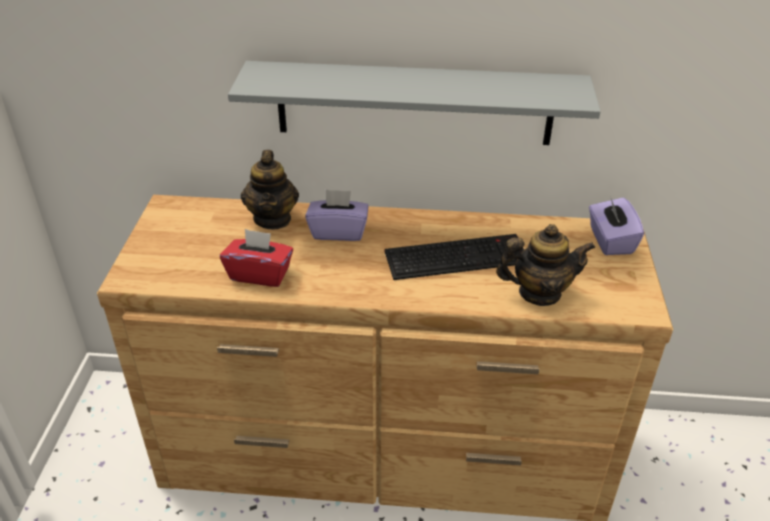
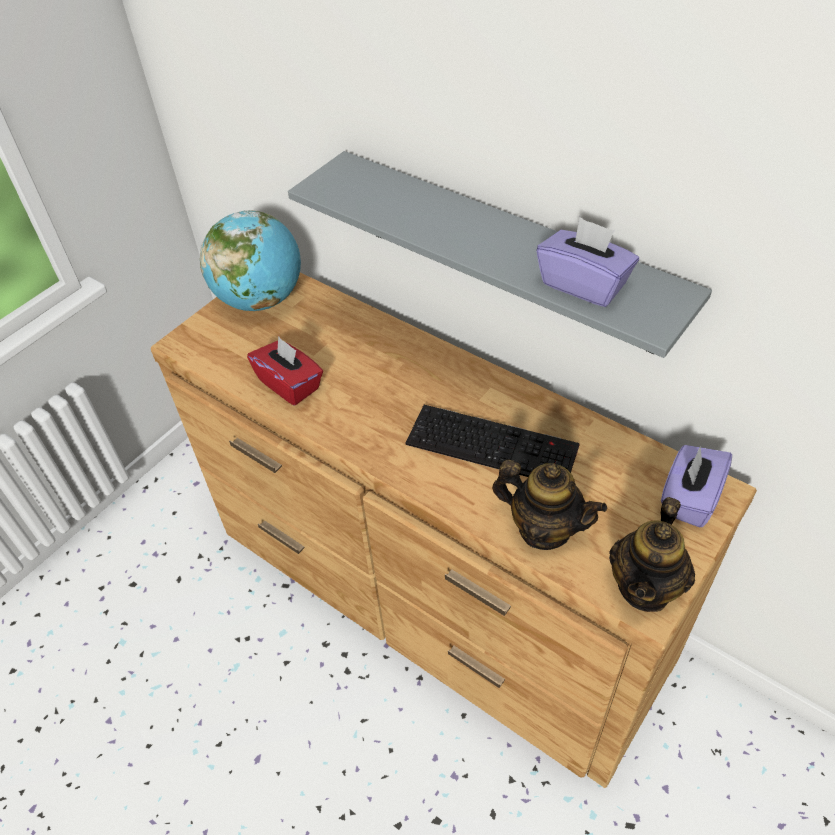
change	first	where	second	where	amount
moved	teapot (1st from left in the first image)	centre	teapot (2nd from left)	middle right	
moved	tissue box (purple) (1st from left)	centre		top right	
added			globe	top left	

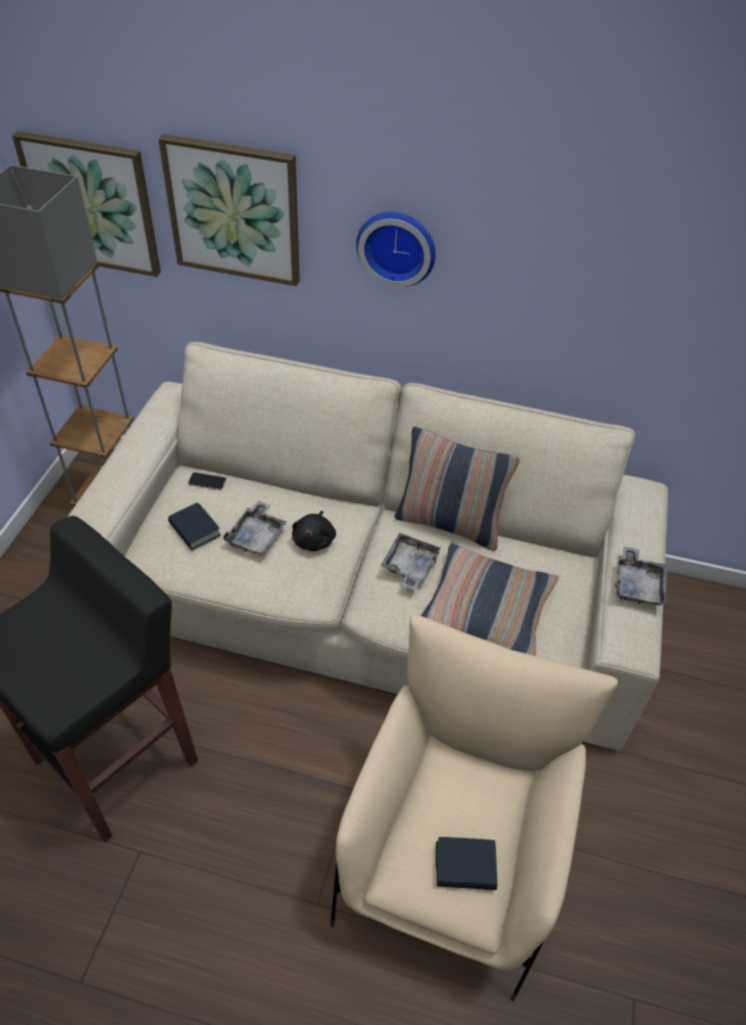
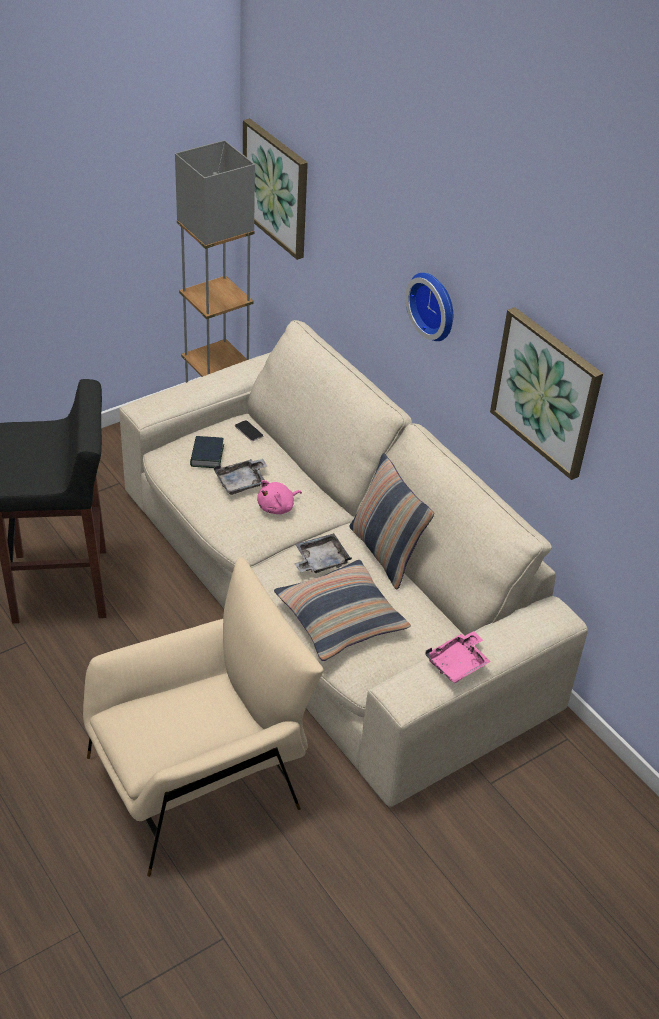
change	first	where	second	where	amount
moved	picture (2nd from left)	top left		middle right	
recoloured	plush toy (black)	centre	plush toy (pink)	centre	
removed	book (2nd from left)	bottom centre			
recoloured	tray (grey) (3rd from left)	middle right	tray (pink)	middle right	

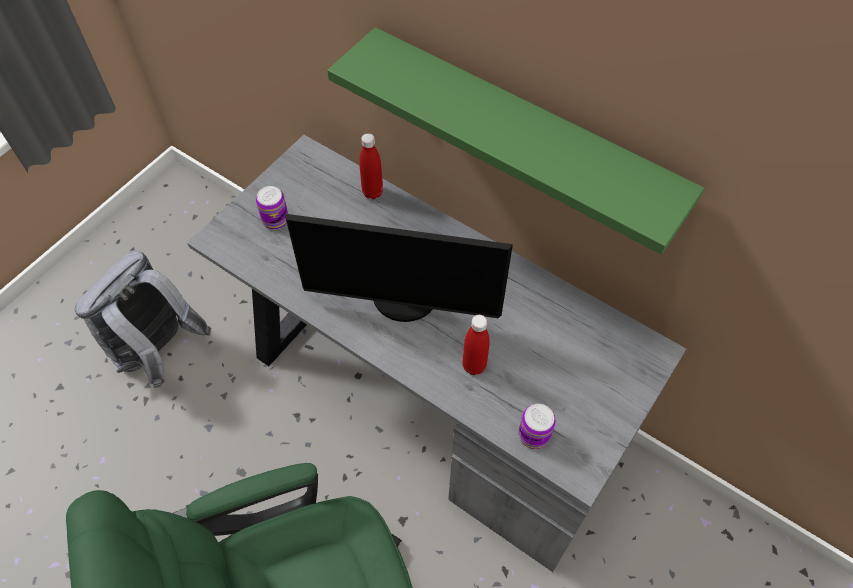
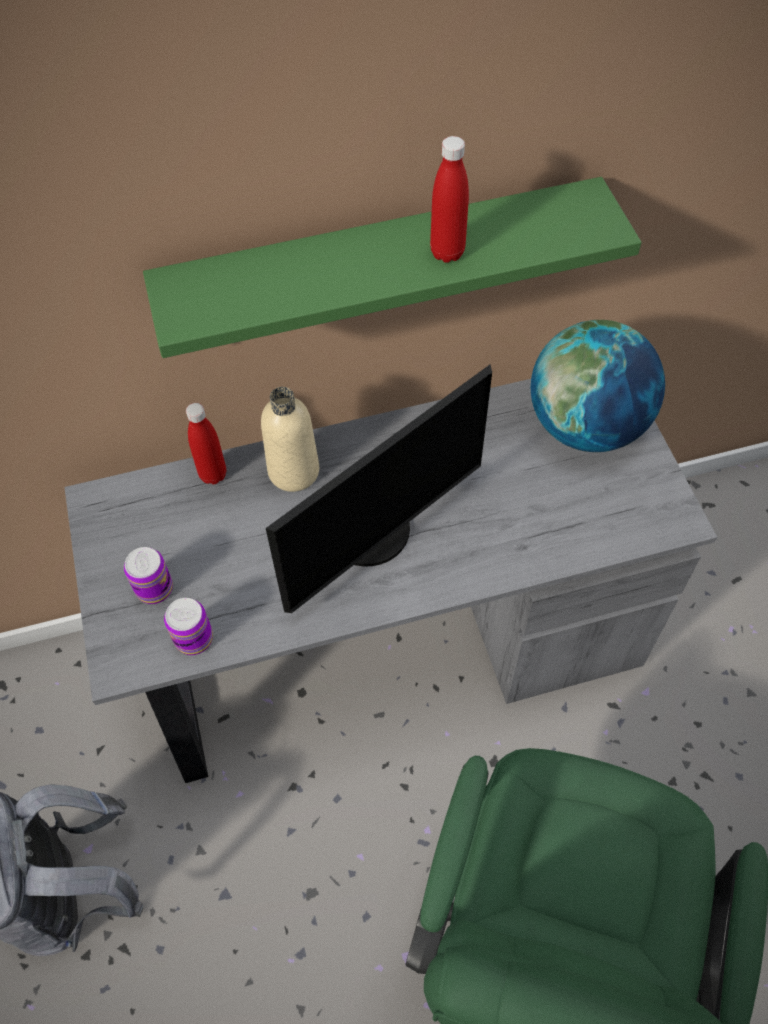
change	first	where	second	where	amount
moved	bottle (red) (2nd from left)	centre		top centre	
moved	can (2nd from left)	bottom centre		middle left	
added			bottle (beige)	centre	
added			globe	middle right	

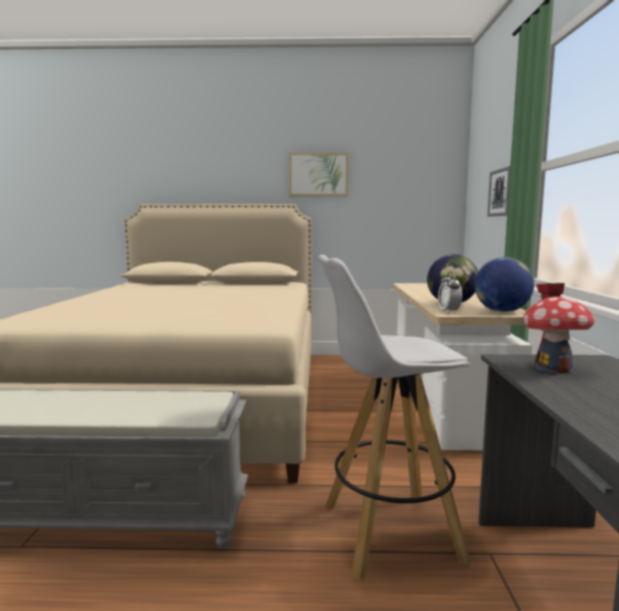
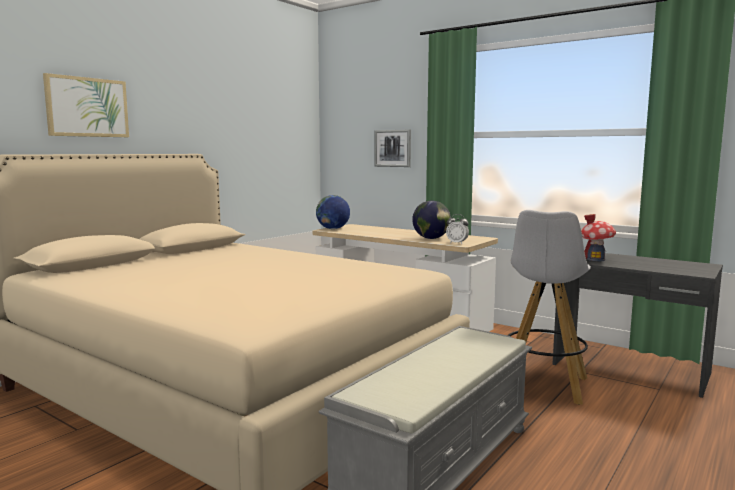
change	first	where	second	where	amount
moved	picture (1st from left)	top centre		top left	
moved	globe (2nd from left in the first image)	middle right	globe (1st from left)	centre	

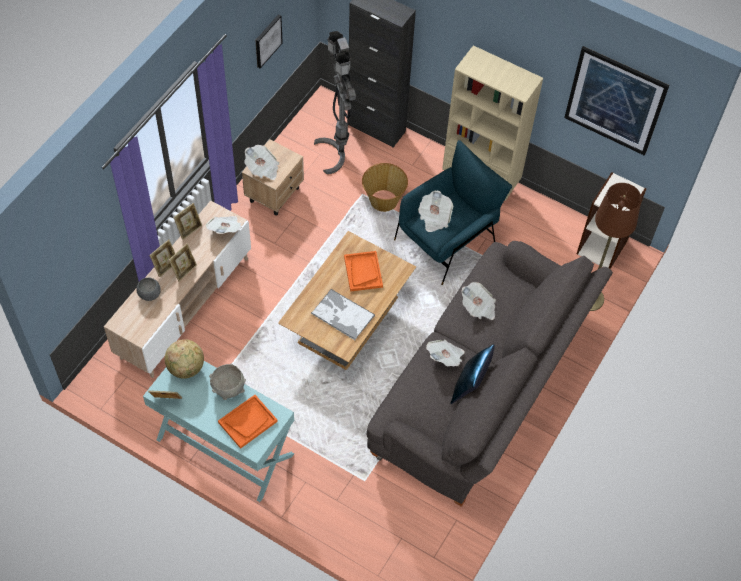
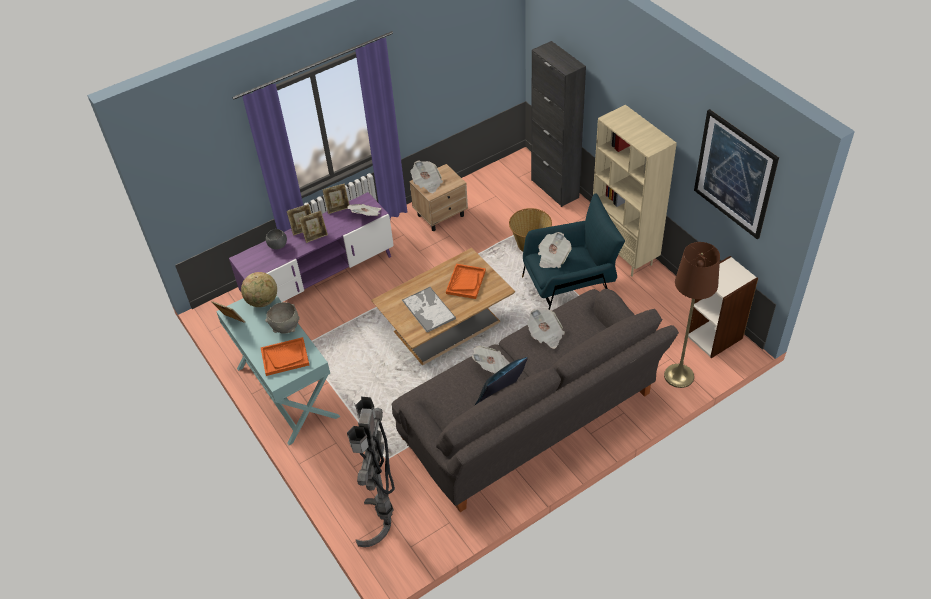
change	first	where	second	where	amount
recoloured	tv stand (beige)	middle left	tv stand (purple)	centre	
removed	picture (1st from left)	top centre			
moved	floor lamp (grey)	top centre		bottom centre	

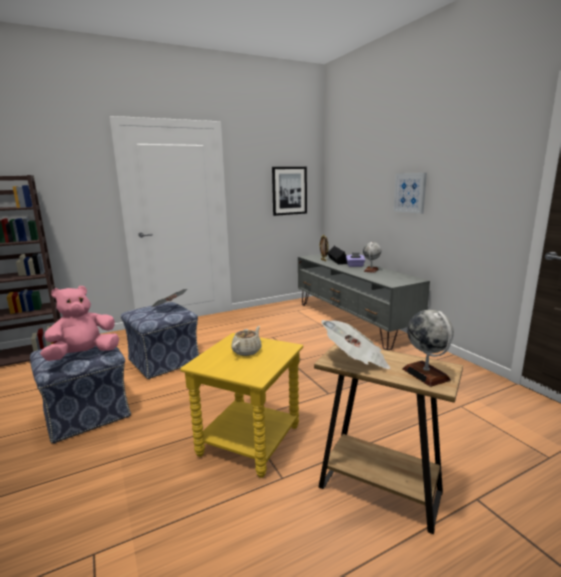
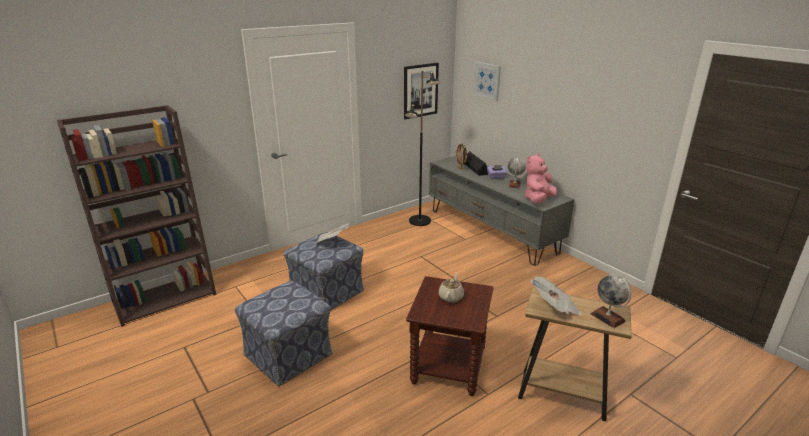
change	first	where	second	where	amount
moved	plush toy (pink)	middle left		middle right	
recoloured	side table (yellow)	bottom centre	side table (brown) (1st from left)	bottom centre	
moved	picture (2nd from left)	middle right		top centre	
added			floor lamp (black)	centre	

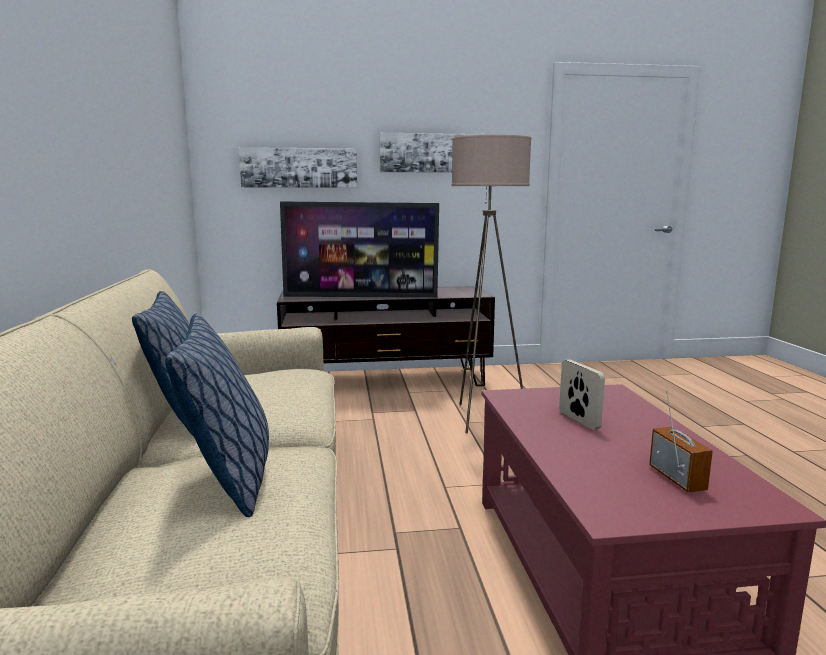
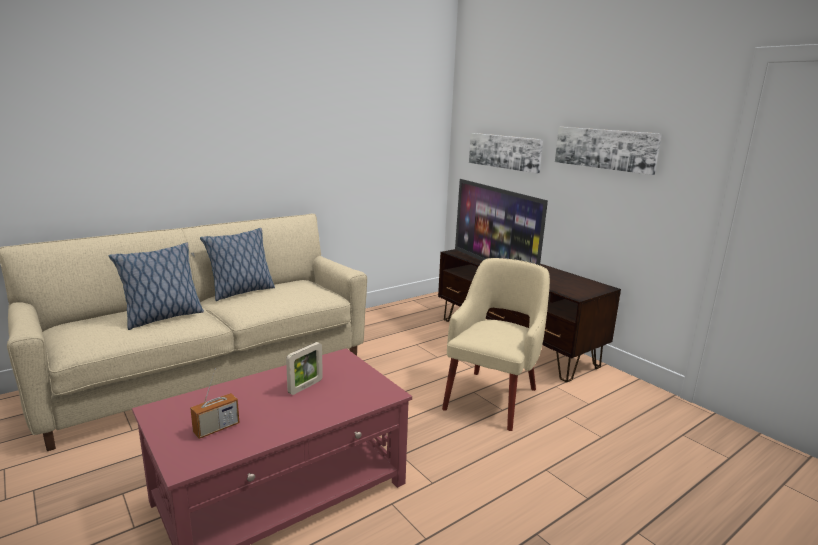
change	first	where	second	where	amount
replaced	floor lamp (beige)	centre	armchair (beige)	centre	

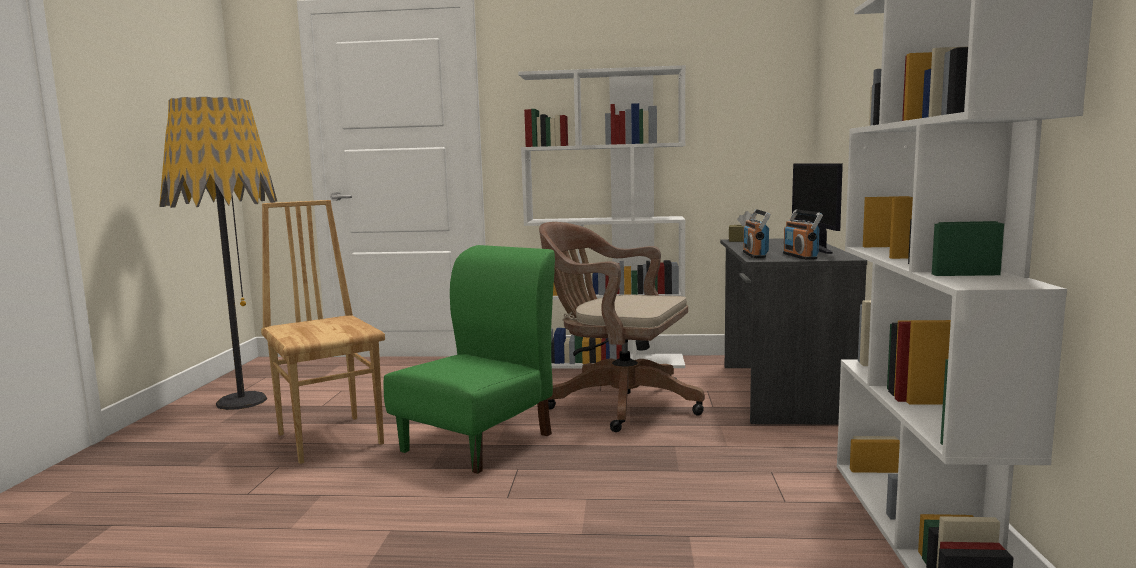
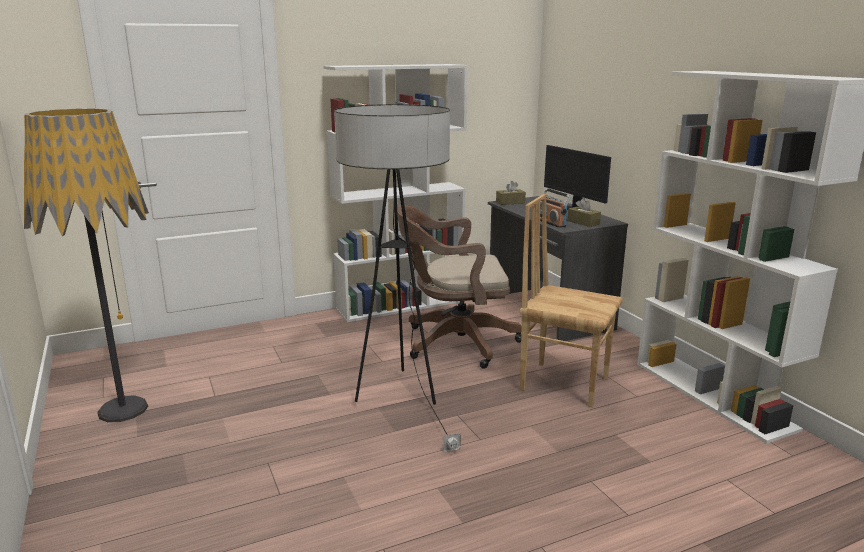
change	first	where	second	where	amount
moved	chair (brown)	middle left		centre	
replaced	chair (green)	centre	floor lamp (2nd from left)	centre	
replaced	radio (2nd from left)	middle right	tissue box (brown) (2nd from left)	middle right	

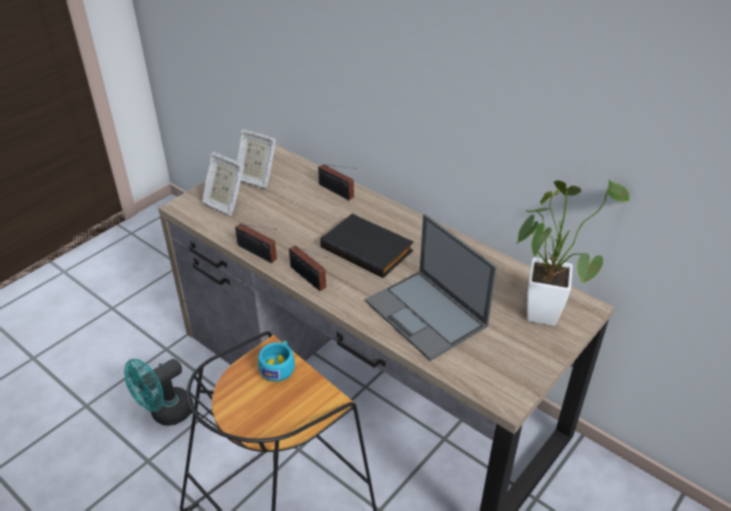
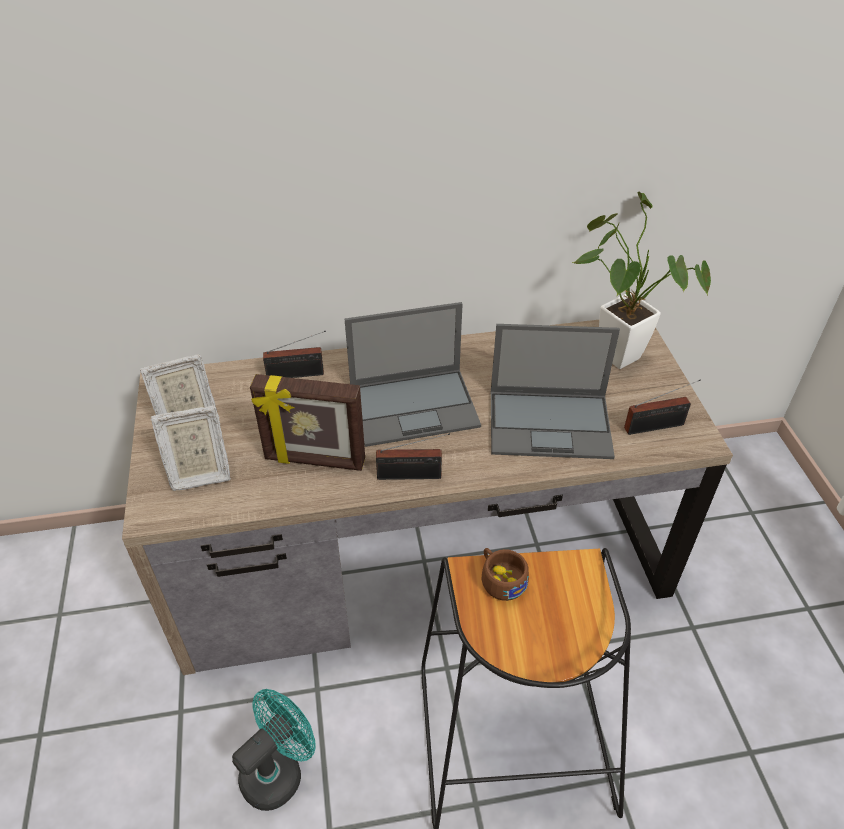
change	first	where	second	where	amount
turned	fan (turquoise)	bottom left		bottom left	135 degrees counterclockwise
moved	radio (1st from left in the first image)	centre	radio (3rd from left)	middle right	
recoloured	cup (turquoise)	bottom centre	cup (brown)	bottom centre	
replaced	book (black)	centre	laptop (1st from left)	centre	
added			picture frame (3rd from left)	centre	

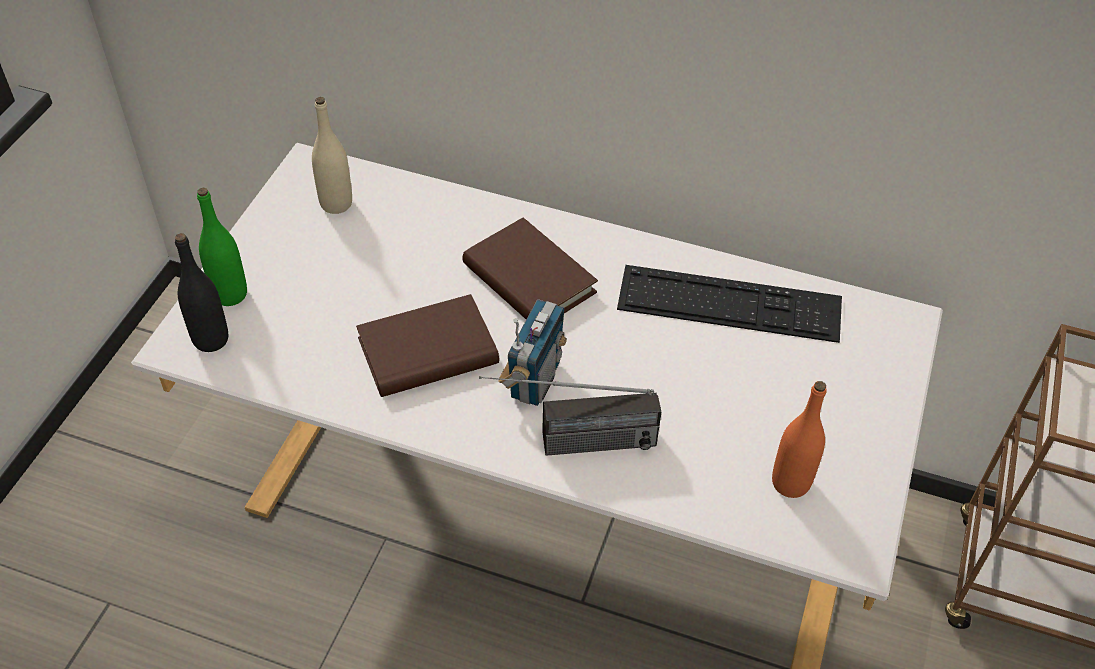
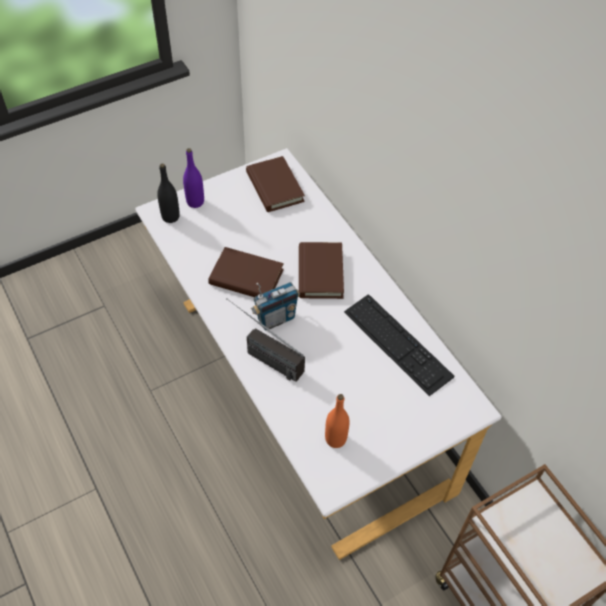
change	first	where	second	where	amount
recoloured	bottle (green)	middle left	bottle (purple)	top left	
replaced	bottle (beige)	top left	book (brown) (2nd from left)	top centre	

